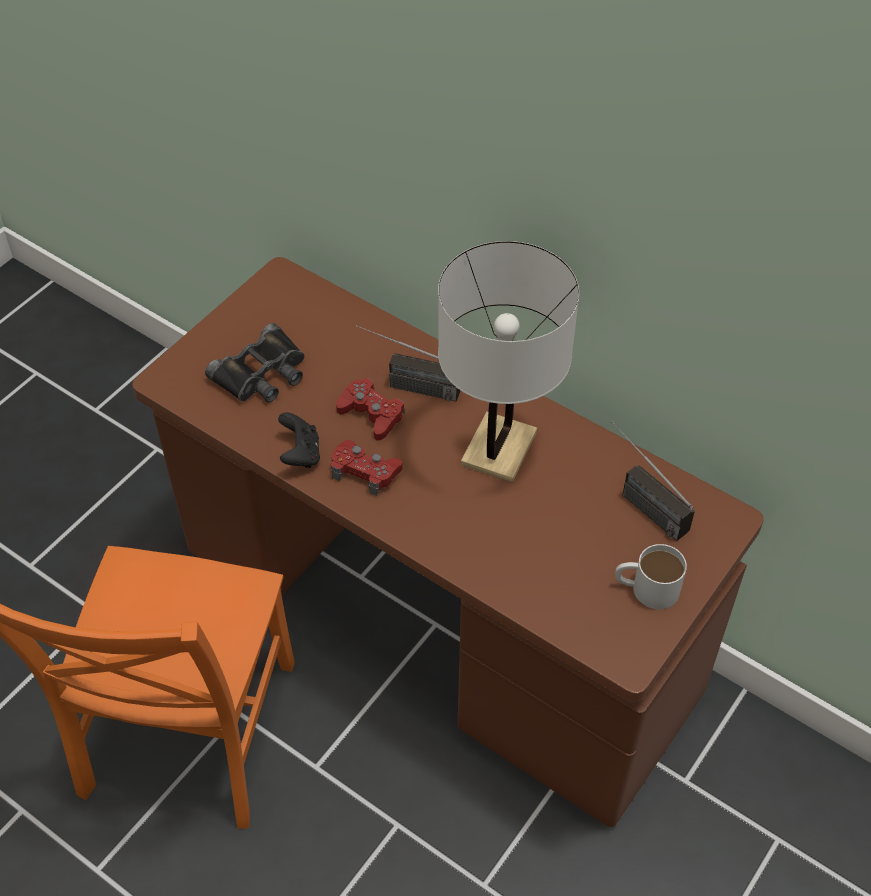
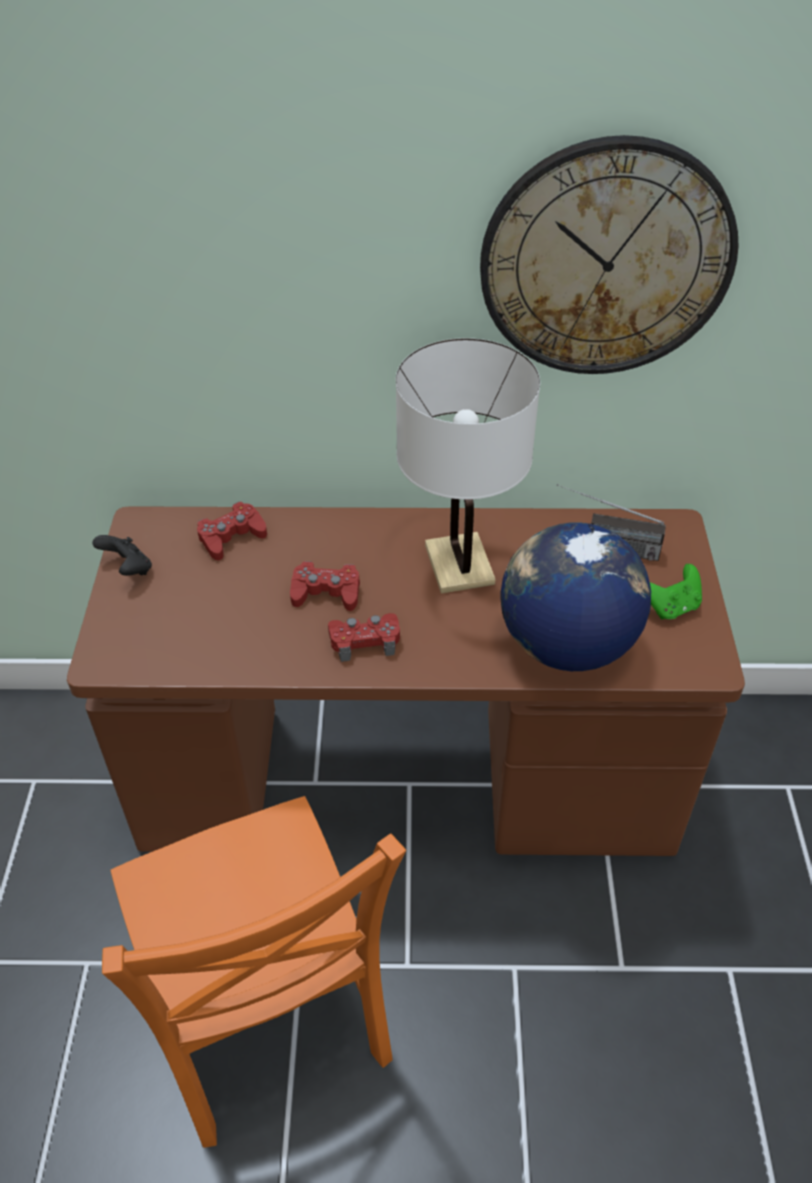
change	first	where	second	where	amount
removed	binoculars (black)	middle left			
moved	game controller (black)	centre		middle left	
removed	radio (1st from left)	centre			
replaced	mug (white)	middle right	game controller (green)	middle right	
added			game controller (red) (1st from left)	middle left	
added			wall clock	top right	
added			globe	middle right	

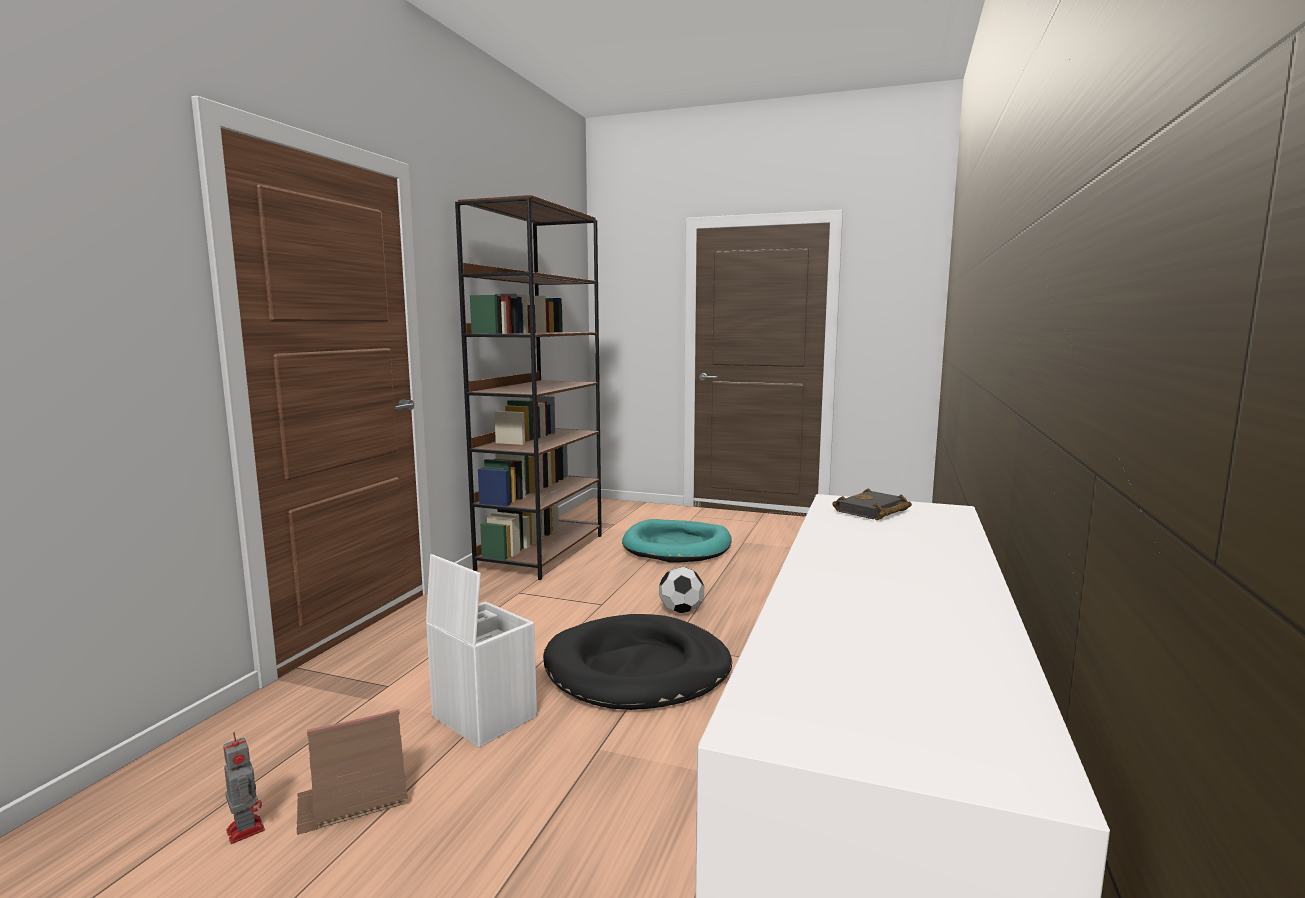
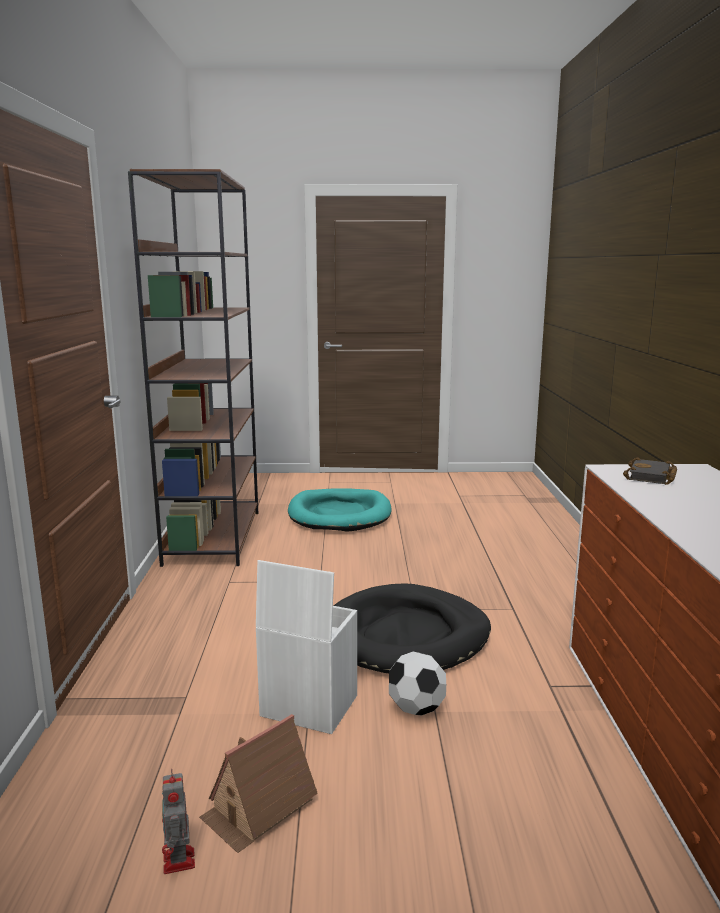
change	first	where	second	where	amount
turned	toy robot	bottom left		bottom left	135 degrees counterclockwise
moved	football	centre		bottom centre	

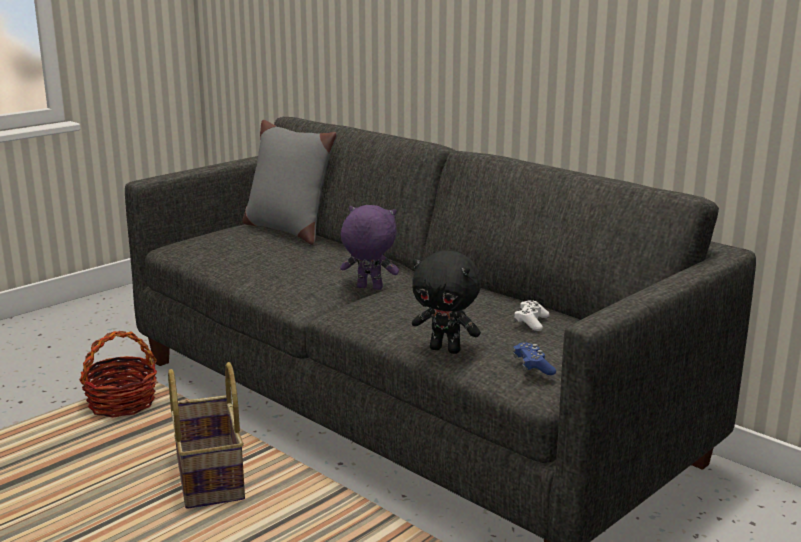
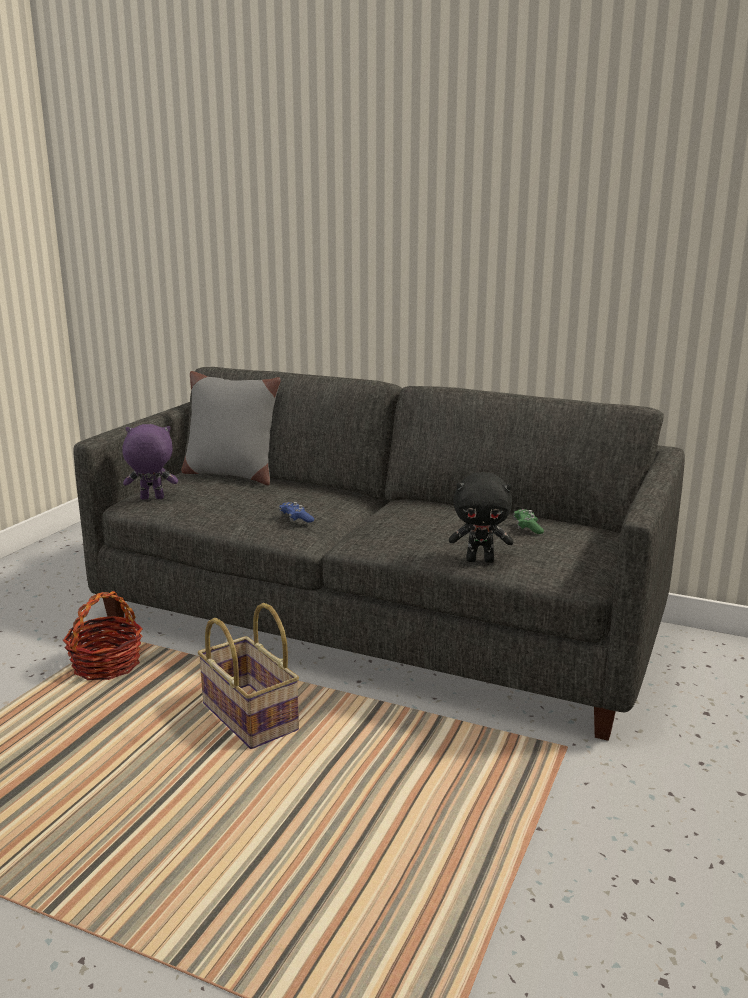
change	first	where	second	where	amount
moved	plush toy (purple)	centre		middle left	
moved	game controller (blue)	middle right		centre	
recoloured	game controller (white)	centre	game controller (green)	middle right	

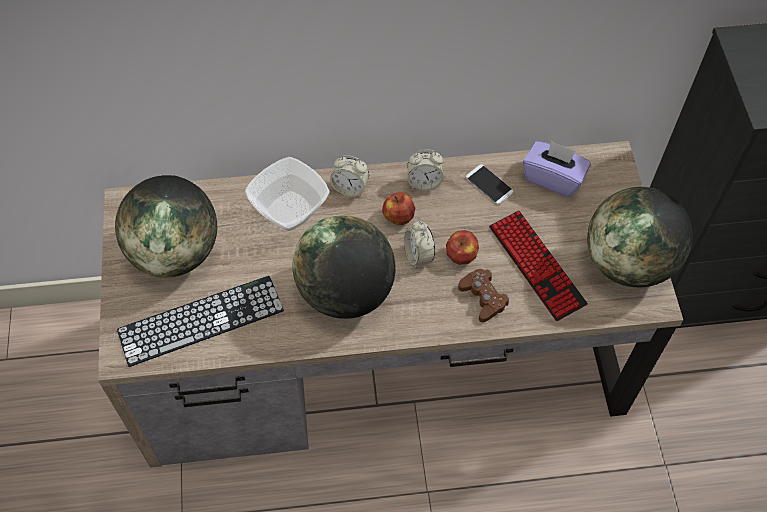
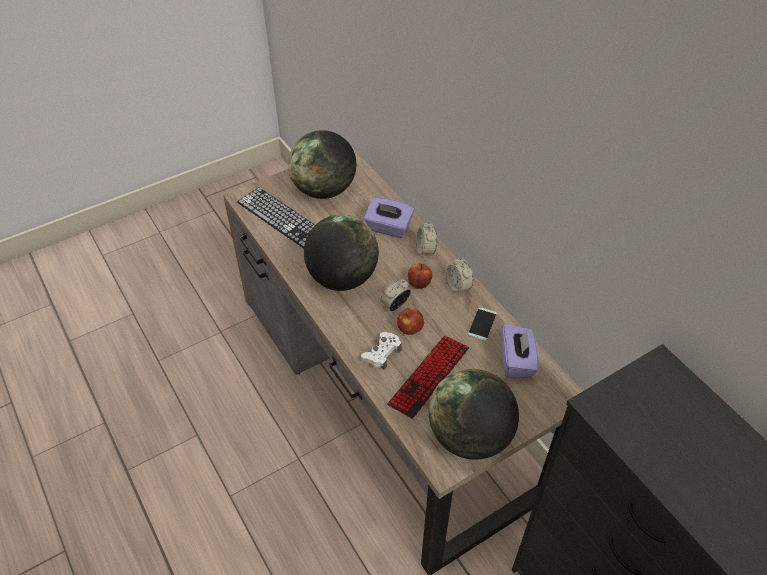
change	first	where	second	where	amount
replaced	bowl	centre	tissue box (purple) (1st from left)	centre	
recoloured	game controller (brown)	centre	game controller (white)	centre	

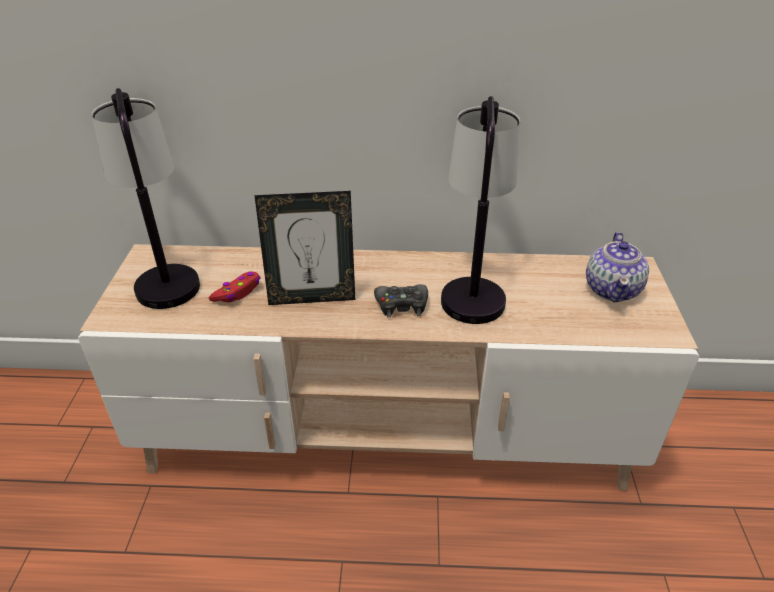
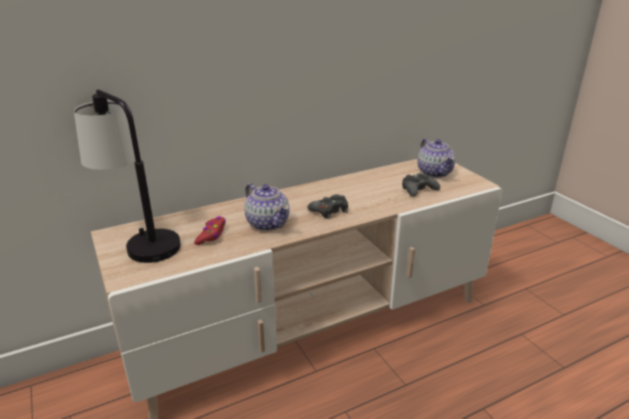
change	first	where	second	where	amount
replaced	picture frame	centre	teapot (1st from left)	centre	
removed	table lamp (2nd from left)	centre			
added			game controller (black) (2nd from left)	middle right	

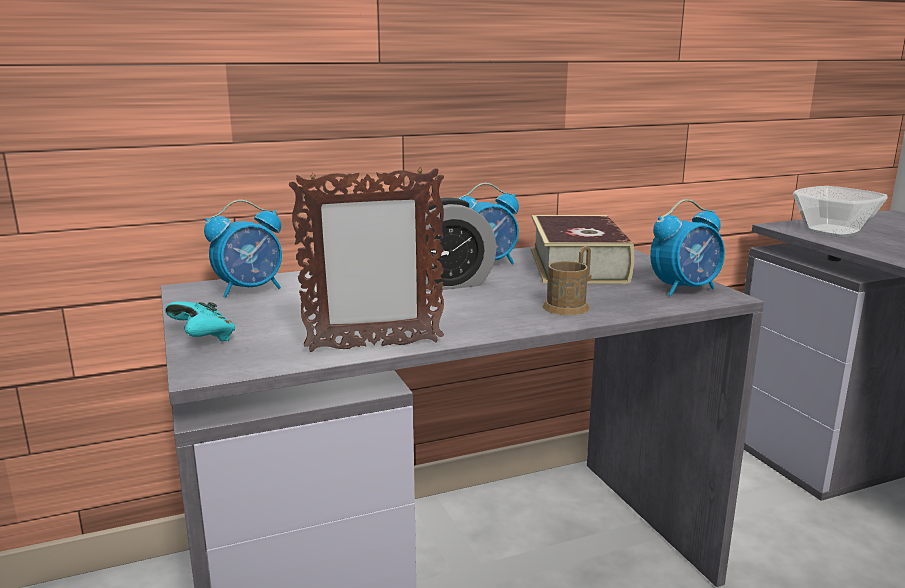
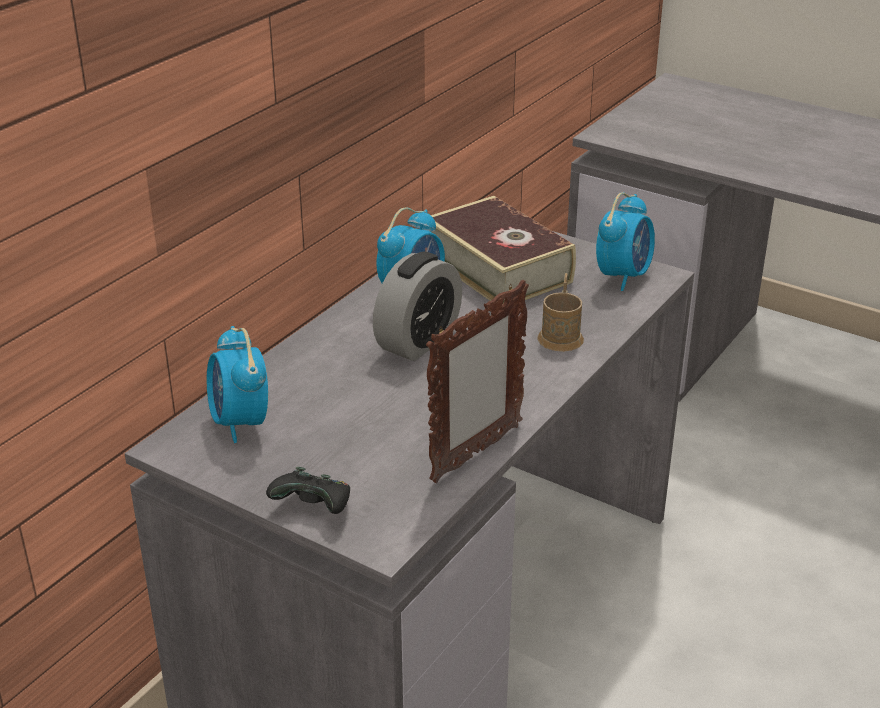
change	first	where	second	where	amount
recoloured	game controller (turquoise)	middle left	game controller (black)	bottom centre	
turned	alarm clock (1st from left)	middle left		middle left	135 degrees clockwise
removed	bowl	middle right			

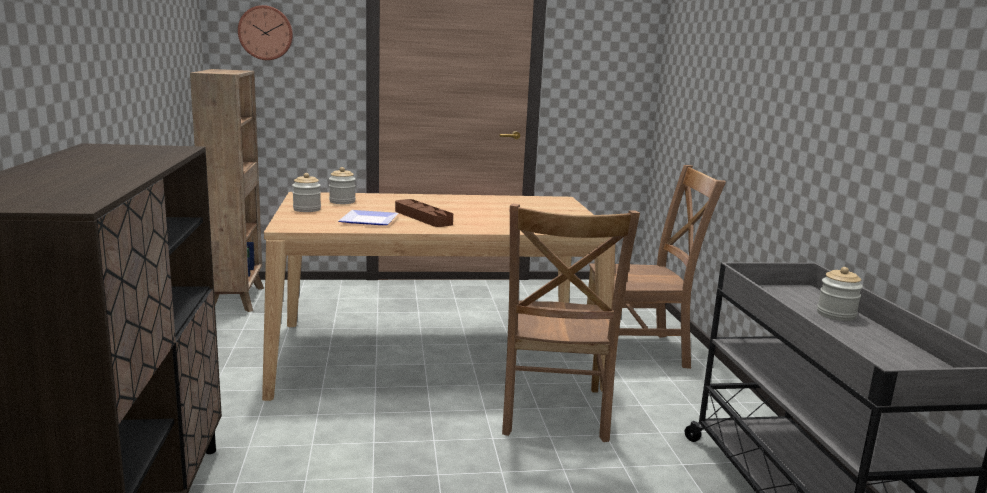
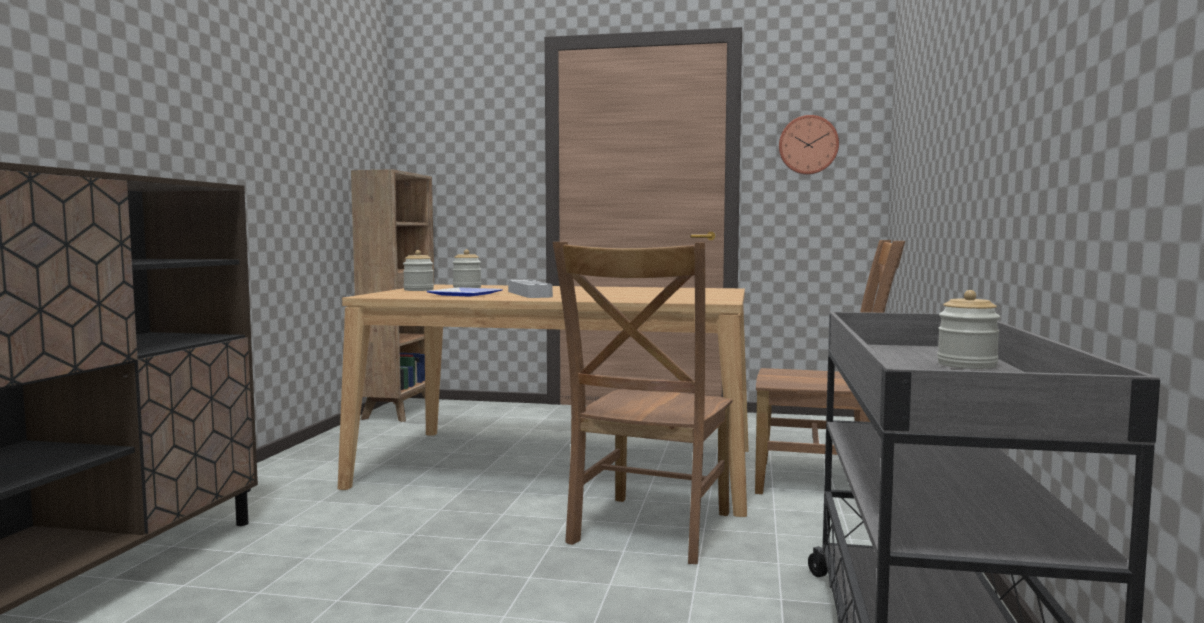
change	first	where	second	where	amount
moved	wall clock	top left		top right	
recoloured	tray (brown)	centre	tray (grey)	centre	

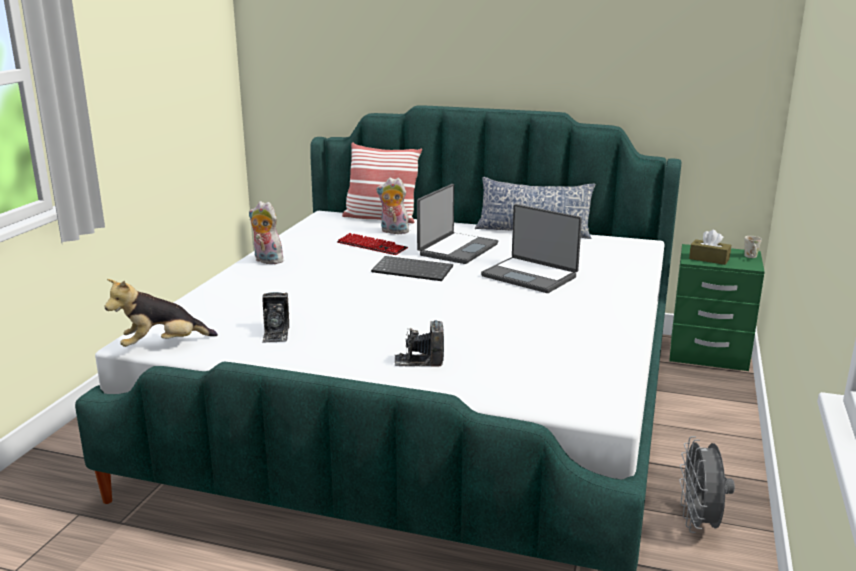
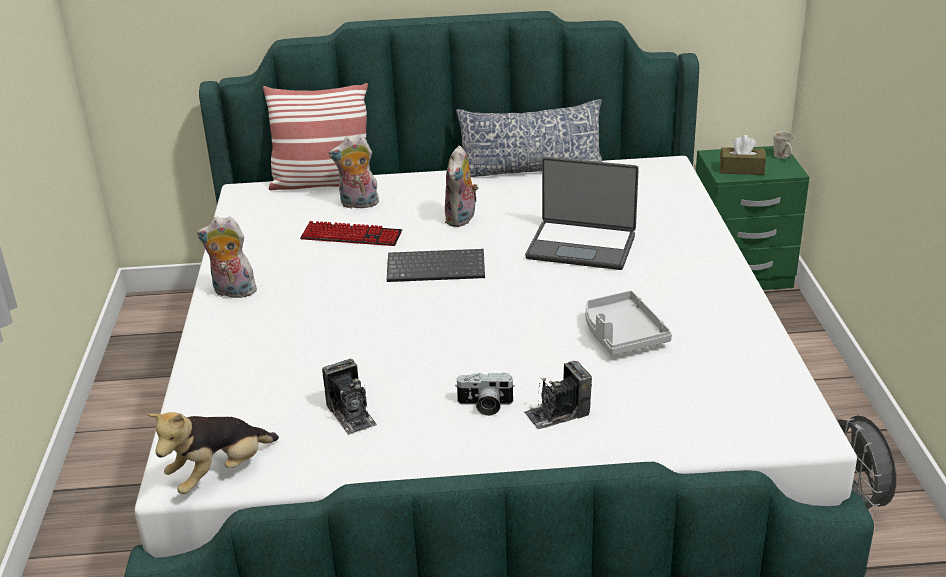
change	first	where	second	where	amount
replaced	laptop (1st from left)	centre	plush toy (4th from left)	top centre	
added			photo camera (2nd from left)	bottom centre	
added			tray (grey)	centre	

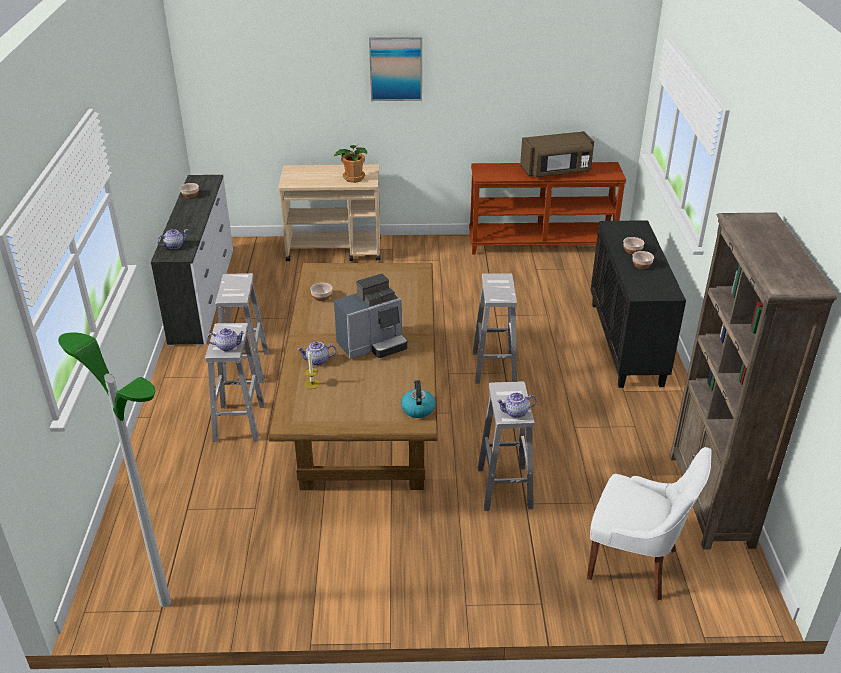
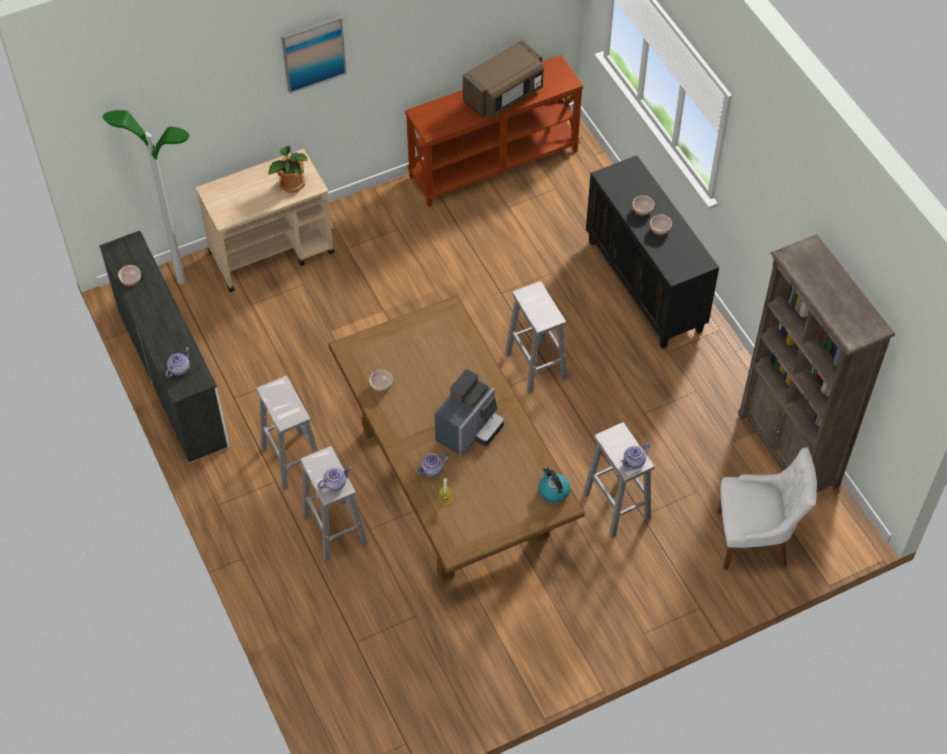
change	first	where	second	where	amount
moved	floor lamp	bottom left		top left	

